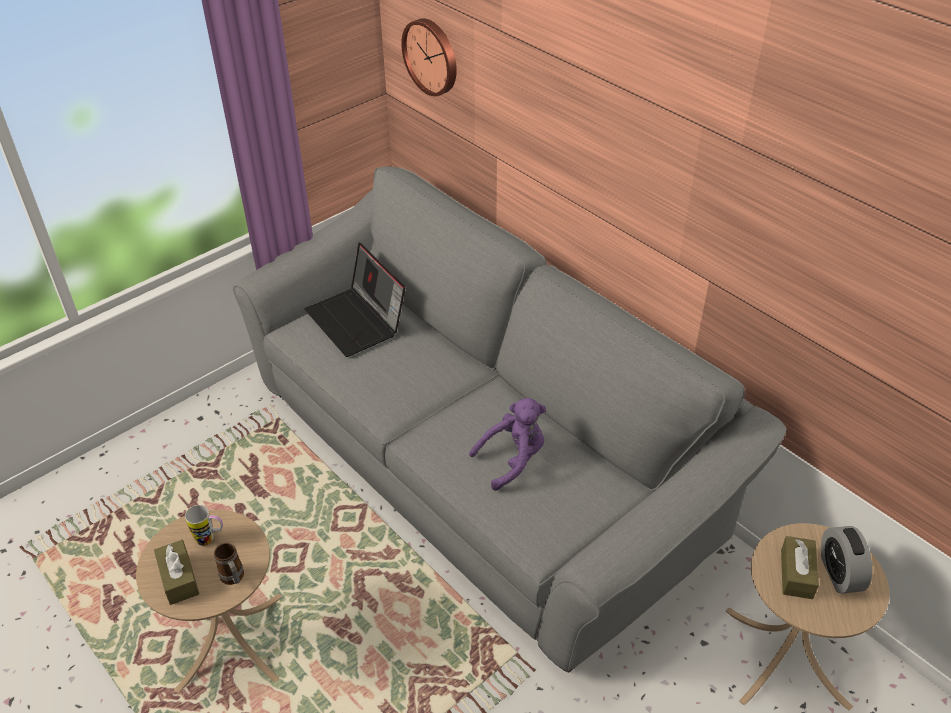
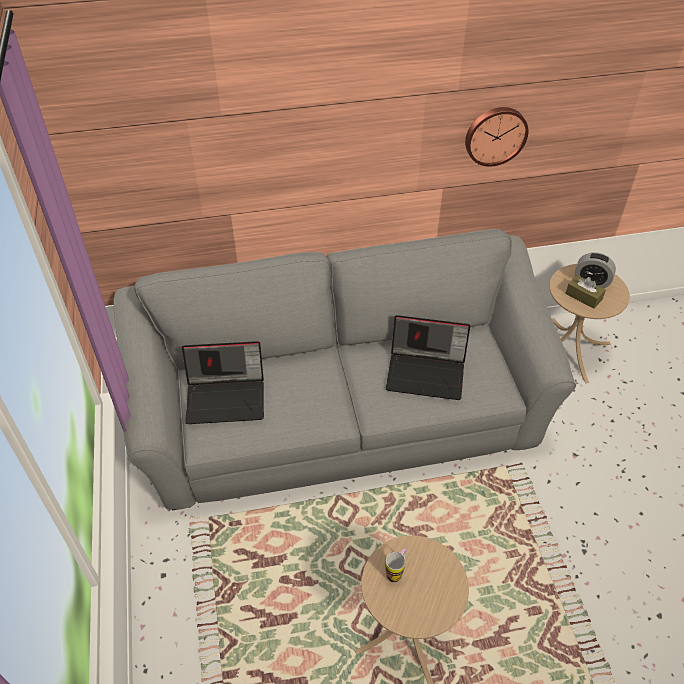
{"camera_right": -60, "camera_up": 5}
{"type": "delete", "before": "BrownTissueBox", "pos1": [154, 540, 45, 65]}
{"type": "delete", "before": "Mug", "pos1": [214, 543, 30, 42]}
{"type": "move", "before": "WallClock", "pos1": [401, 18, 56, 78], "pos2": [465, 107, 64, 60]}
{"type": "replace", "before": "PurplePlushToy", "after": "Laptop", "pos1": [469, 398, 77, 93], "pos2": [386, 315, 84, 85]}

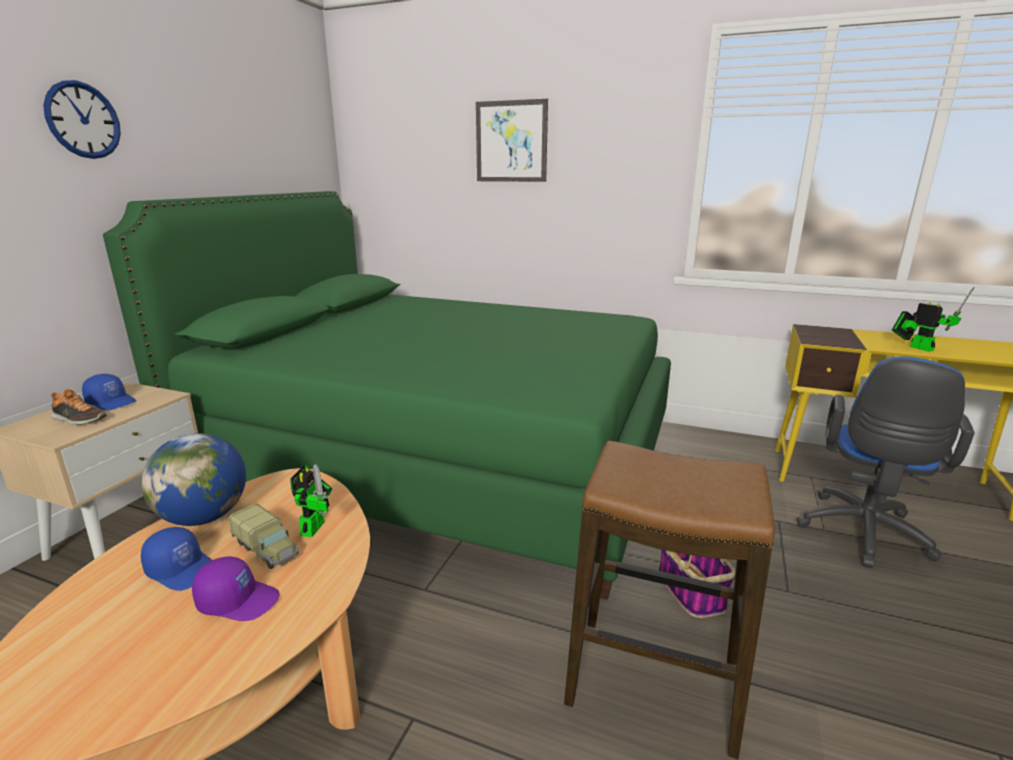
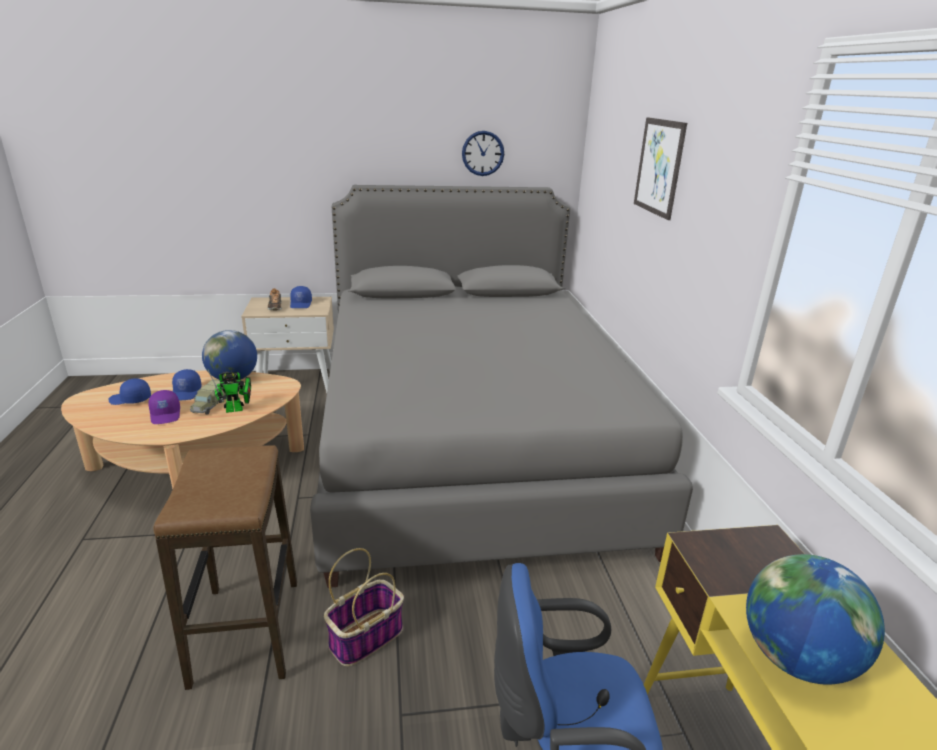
{"camera_right": 60, "camera_up": 5}
{"type": "move", "before": "WallClock", "pos1": [43, 80, 78, 79], "pos2": [462, 131, 42, 45]}
{"type": "recolor", "before": "GreenBed", "after": "GreyBed", "pos1": [103, 191, 568, 409], "pos2": [310, 185, 383, 403]}
{"type": "replace", "before": "ToyRobot", "after": "Globe", "pos1": [892, 287, 82, 65], "pos2": [746, 554, 139, 130]}
{"type": "insert", "after": "BlueCap", "pos2": [108, 378, 43, 27]}

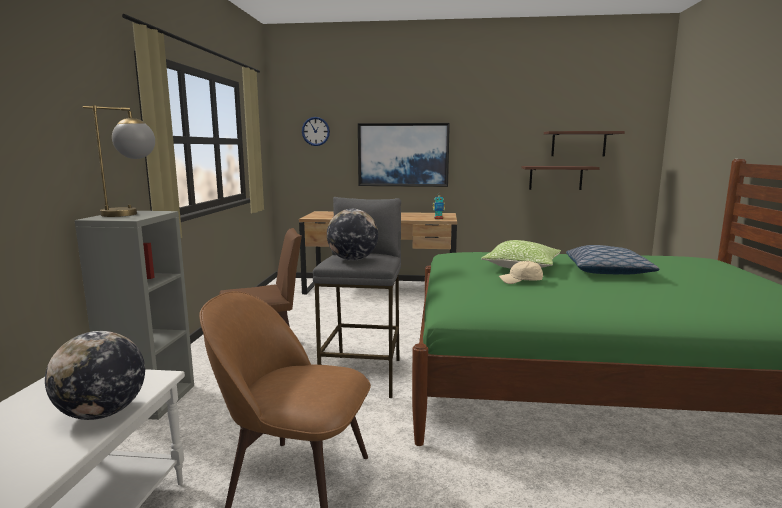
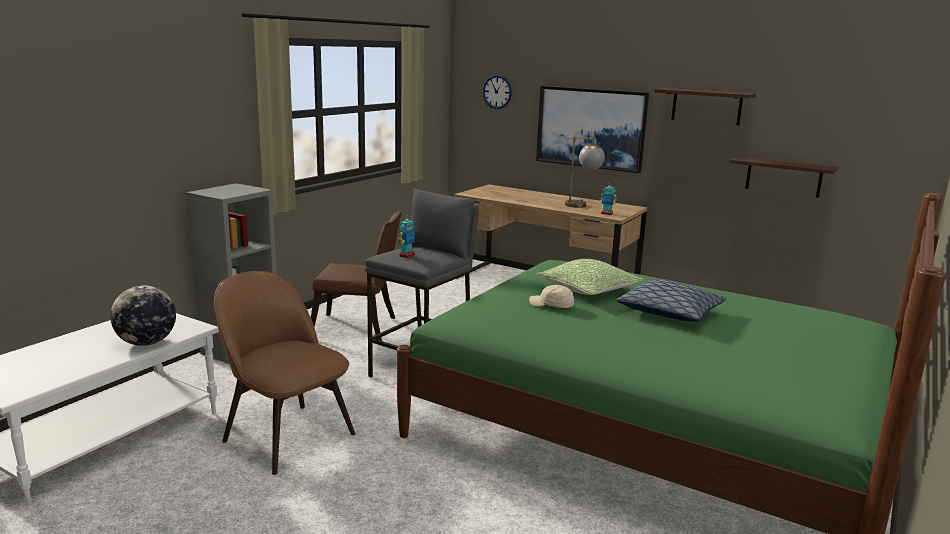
{"camera_right": 25, "camera_up": 5}
{"type": "move", "before": "TableLamp", "pos1": [82, 105, 73, 112], "pos2": [565, 137, 40, 71]}
{"type": "replace", "before": "Globe", "after": "ToyRobot", "pos1": [327, 209, 51, 52], "pos2": [397, 217, 18, 41]}
{"type": "move", "before": "Shelf", "pos1": [544, 131, 81, 25], "pos2": [654, 88, 102, 37]}

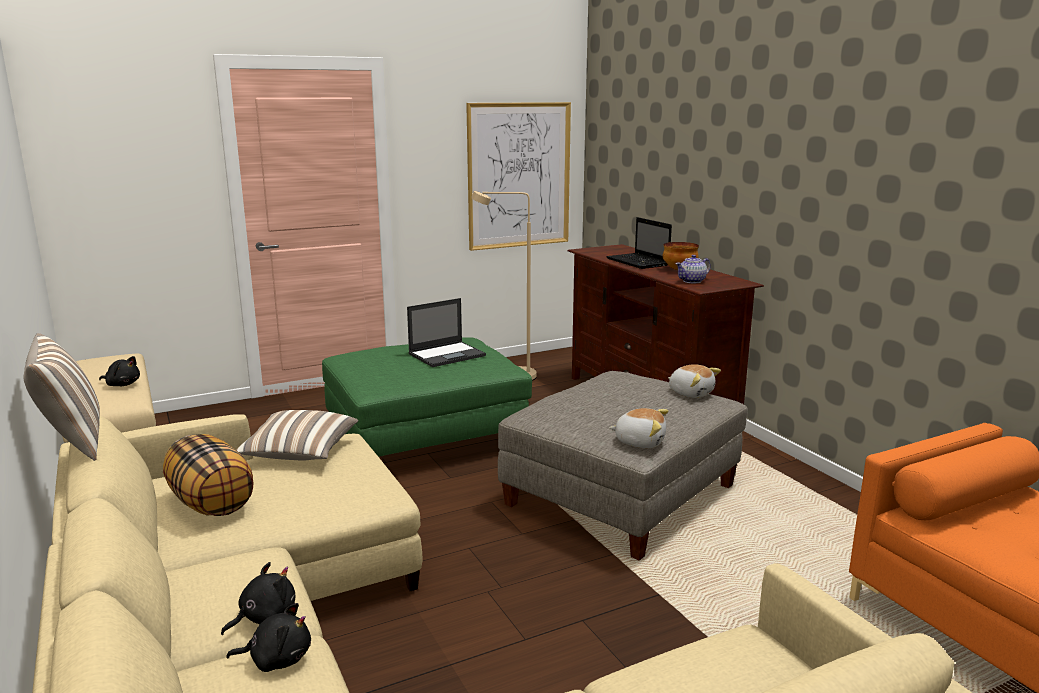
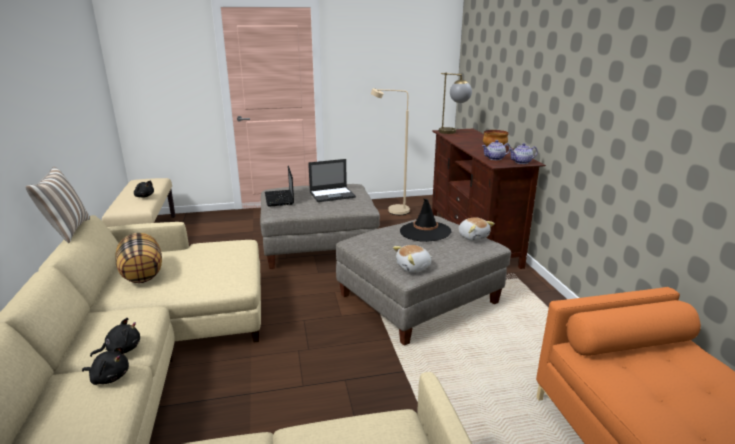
{"camera_right": 15, "camera_up": 5}
{"type": "delete", "before": "Pillow", "pos1": [236, 410, 122, 51]}
{"type": "recolor", "before": "GreenOttoman", "after": "GreyOttoman", "pos1": [322, 337, 210, 120], "pos2": [260, 184, 120, 85]}
{"type": "delete", "before": "Picture", "pos1": [466, 102, 105, 149]}
{"type": "move", "before": "Laptop", "pos1": [606, 217, 66, 52], "pos2": [265, 166, 29, 40]}
{"type": "rotate", "before": "PlushToy", "pos1": [609, 408, 60, 40], "pos2": [393, 245, 39, 28], "turn": 120}
{"type": "insert", "after": "BlackHat", "pos2": [400, 198, 51, 44]}
{"type": "insert", "after": "TableLamp", "pos2": [439, 73, 33, 61]}
{"type": "insert", "after": "Teapot", "pos2": [509, 143, 29, 21]}

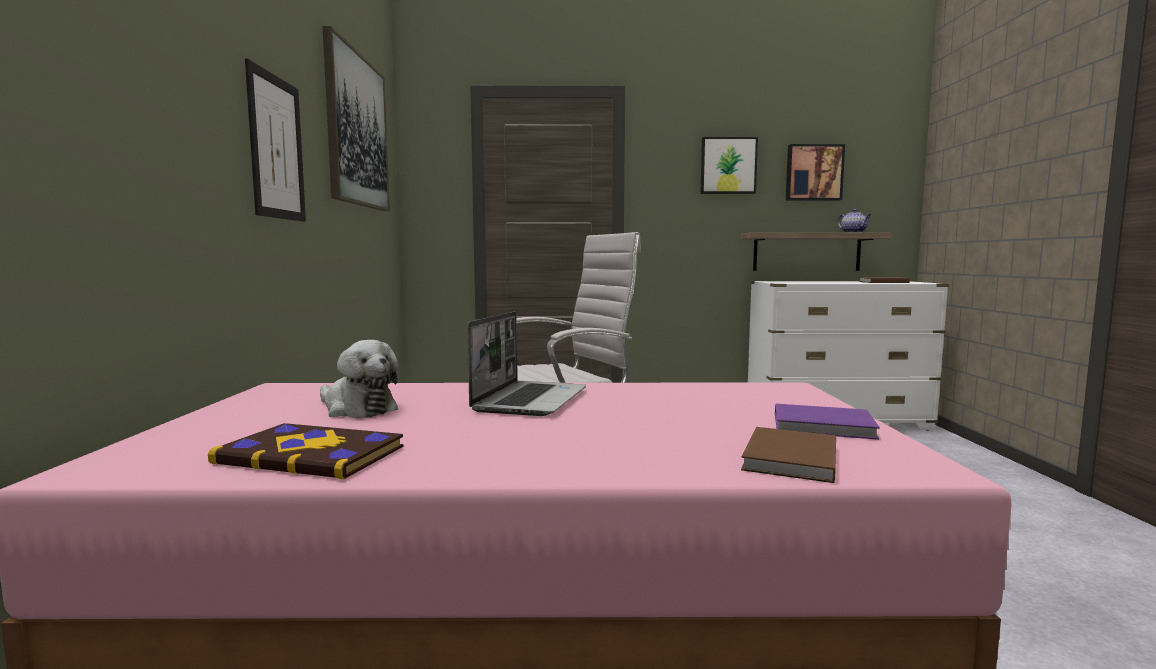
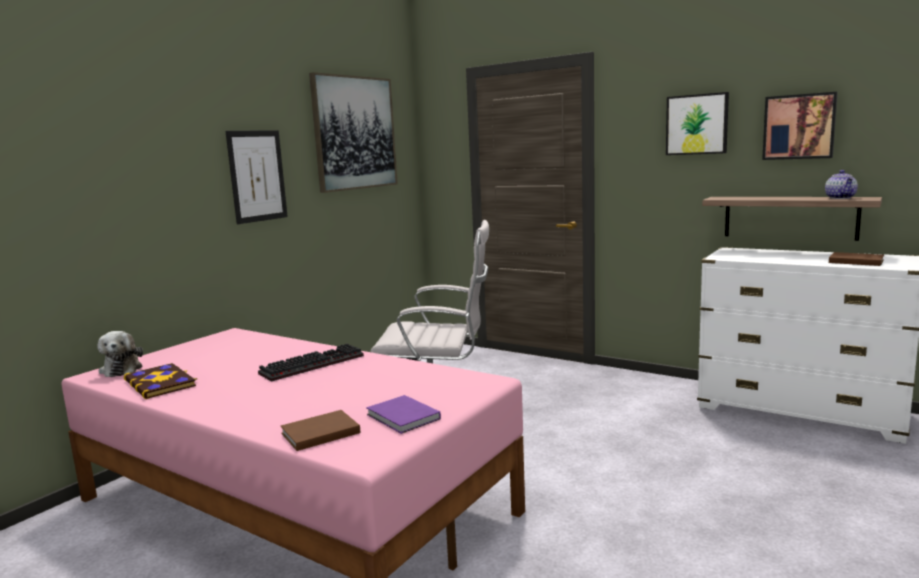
{"camera_right": 35, "camera_up": 5}
{"type": "move", "before": "PlushToy", "pos1": [320, 340, 78, 78], "pos2": [97, 331, 46, 46]}
{"type": "replace", "before": "Laptop", "after": "Keyboard", "pos1": [468, 311, 118, 105], "pos2": [258, 343, 106, 39]}

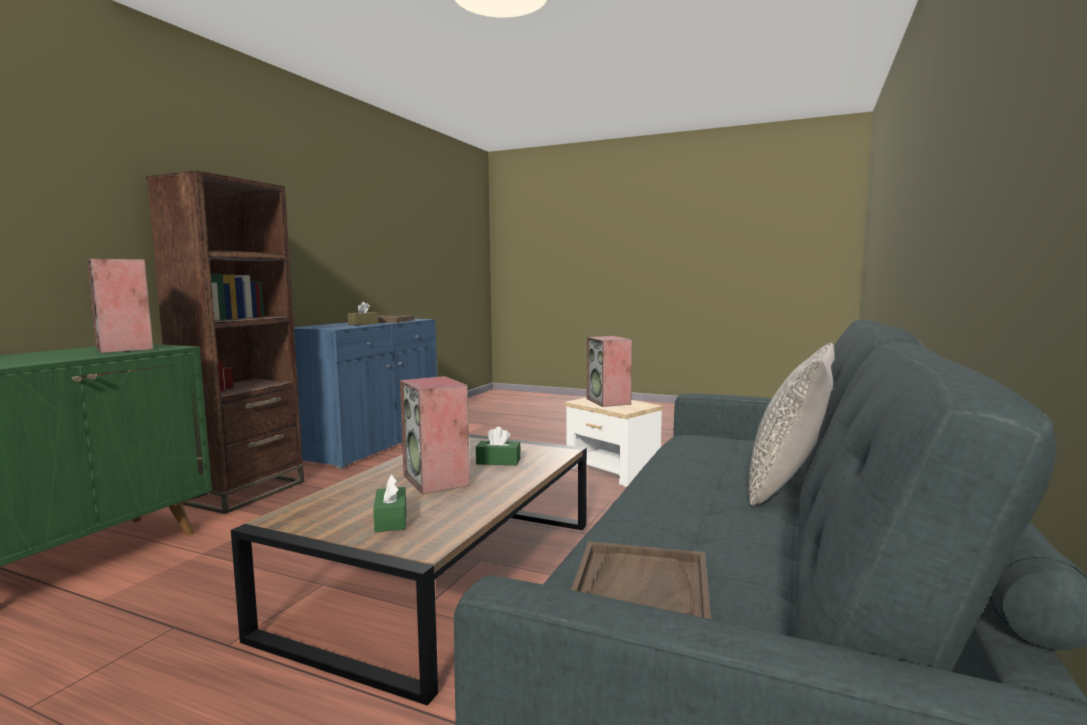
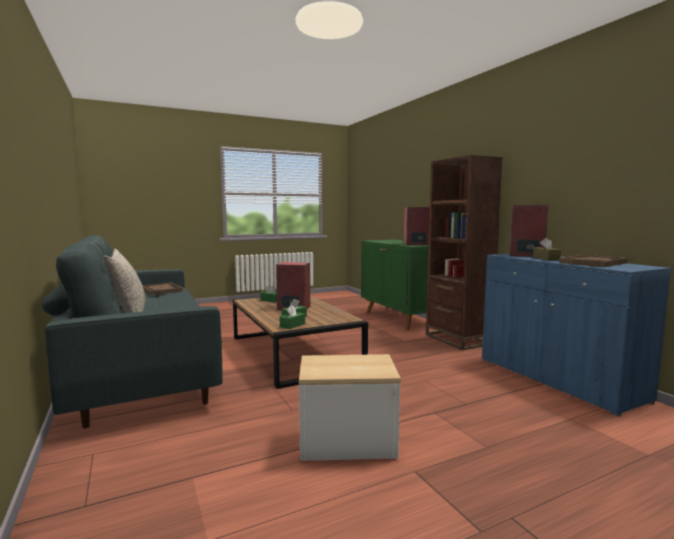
{"camera_right": 130, "camera_up": 0}
{"type": "move", "before": "Speaker", "pos1": [587, 336, 45, 71], "pos2": [509, 205, 39, 52]}
{"type": "insert", "after": "GreenTissueBox", "pos2": [280, 305, 25, 24]}

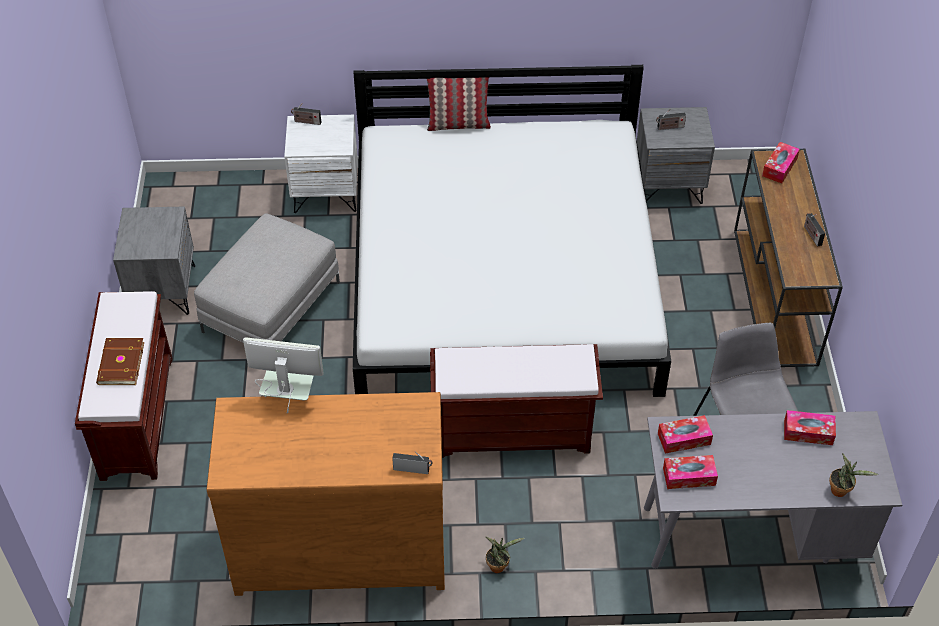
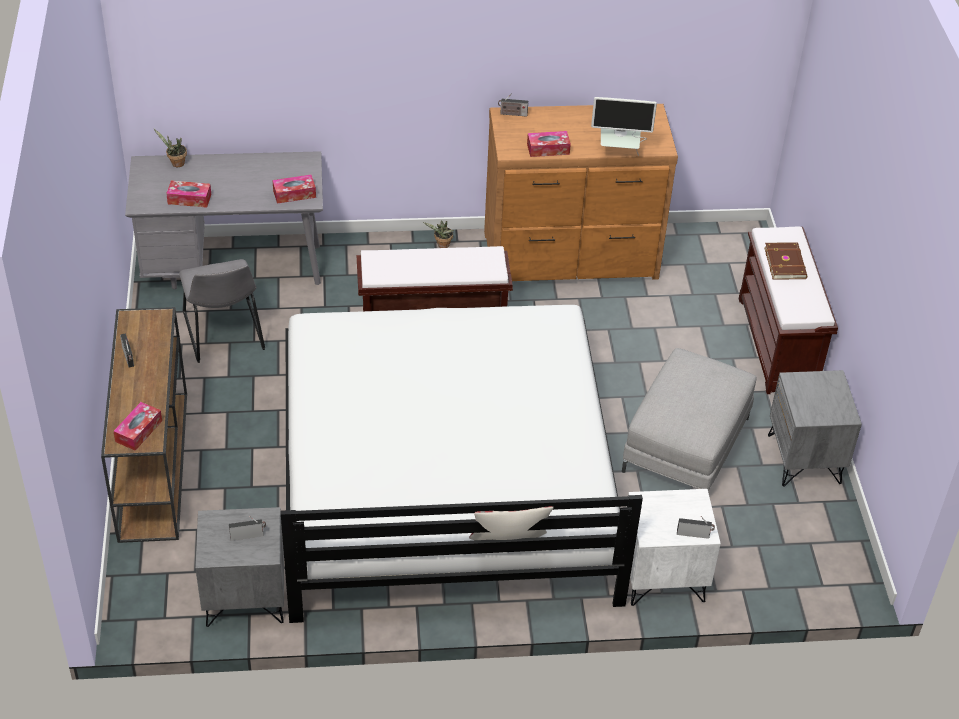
{"camera_right": 175, "camera_up": -5}
{"type": "move", "before": "TissueBox", "pos1": [663, 455, 55, 34], "pos2": [527, 131, 44, 26]}

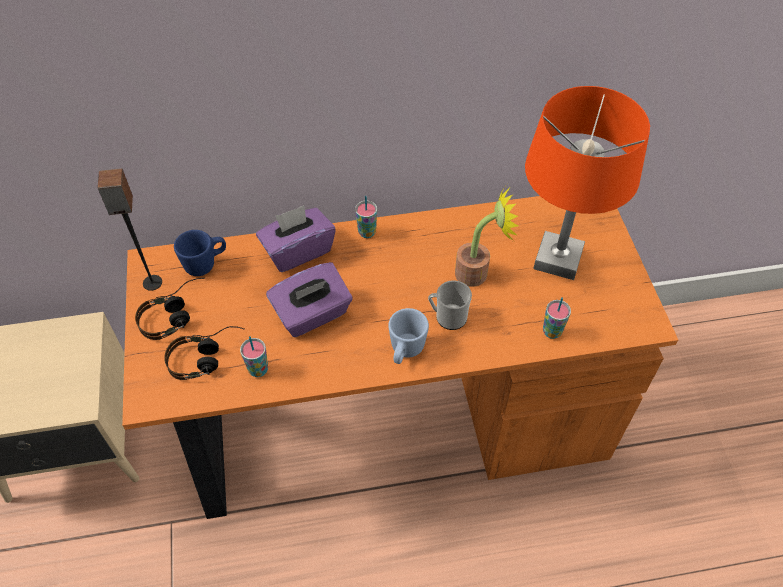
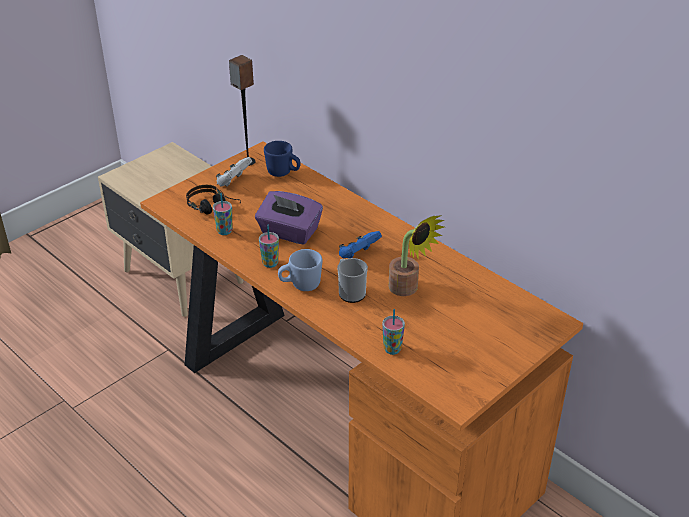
{"camera_right": 55, "camera_up": -15}
{"type": "replace", "before": "Headphones", "after": "WhiteGameController", "pos1": [135, 278, 70, 62], "pos2": [216, 157, 36, 30]}
{"type": "delete", "before": "PurpleTissueBox", "pos1": [256, 205, 80, 67]}
{"type": "move", "before": "Cup", "pos1": [355, 196, 22, 42], "pos2": [259, 225, 20, 43]}
{"type": "delete", "before": "OrangeTableLamp", "pos1": [525, 86, 125, 194]}
{"type": "insert", "after": "BlueGameController", "pos2": [339, 231, 43, 28]}

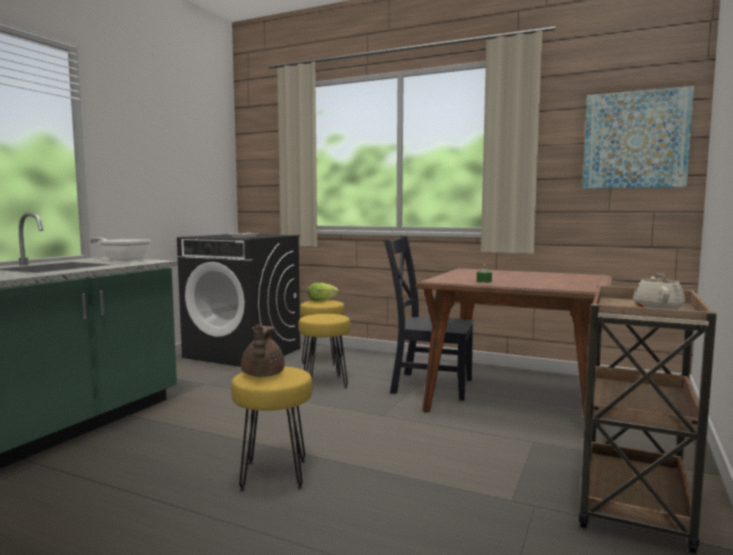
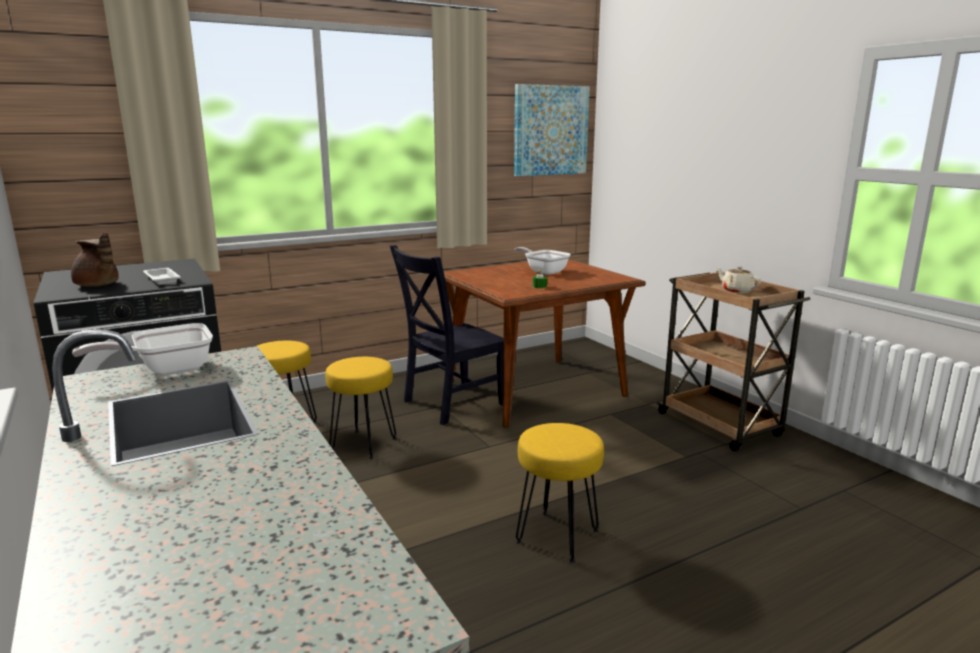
{"camera_right": -55, "camera_up": 10}
{"type": "move", "before": "BrownTeapot", "pos1": [241, 324, 44, 53], "pos2": [71, 232, 48, 55]}
{"type": "delete", "before": "Lettuce", "pos1": [308, 283, 31, 19]}
{"type": "insert", "after": "FryingPan", "pos2": [515, 247, 56, 28]}

